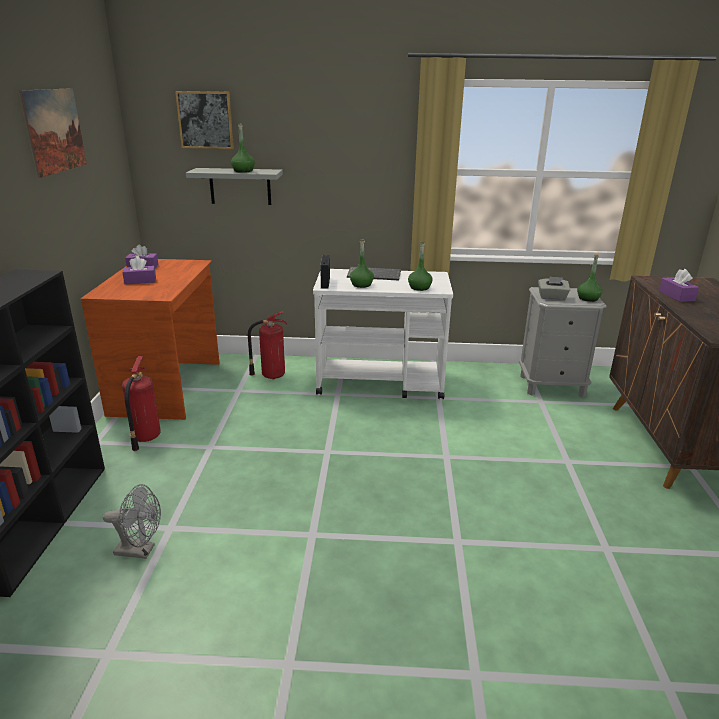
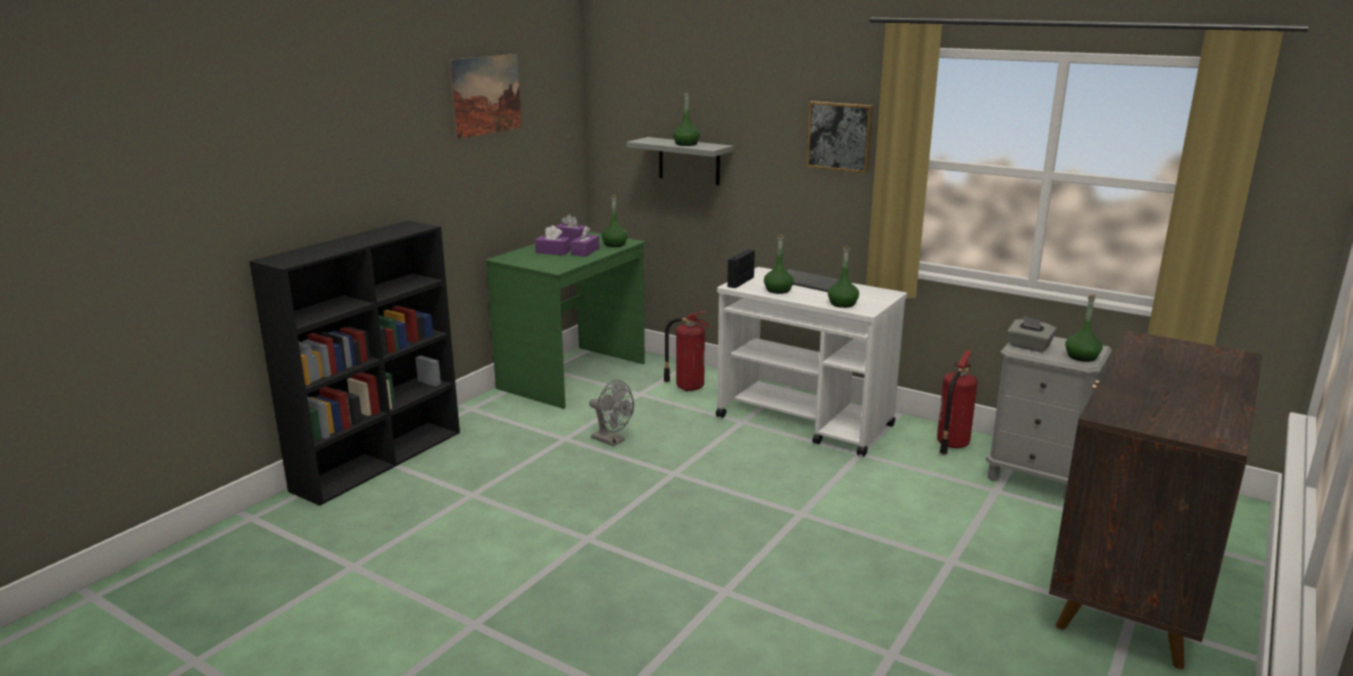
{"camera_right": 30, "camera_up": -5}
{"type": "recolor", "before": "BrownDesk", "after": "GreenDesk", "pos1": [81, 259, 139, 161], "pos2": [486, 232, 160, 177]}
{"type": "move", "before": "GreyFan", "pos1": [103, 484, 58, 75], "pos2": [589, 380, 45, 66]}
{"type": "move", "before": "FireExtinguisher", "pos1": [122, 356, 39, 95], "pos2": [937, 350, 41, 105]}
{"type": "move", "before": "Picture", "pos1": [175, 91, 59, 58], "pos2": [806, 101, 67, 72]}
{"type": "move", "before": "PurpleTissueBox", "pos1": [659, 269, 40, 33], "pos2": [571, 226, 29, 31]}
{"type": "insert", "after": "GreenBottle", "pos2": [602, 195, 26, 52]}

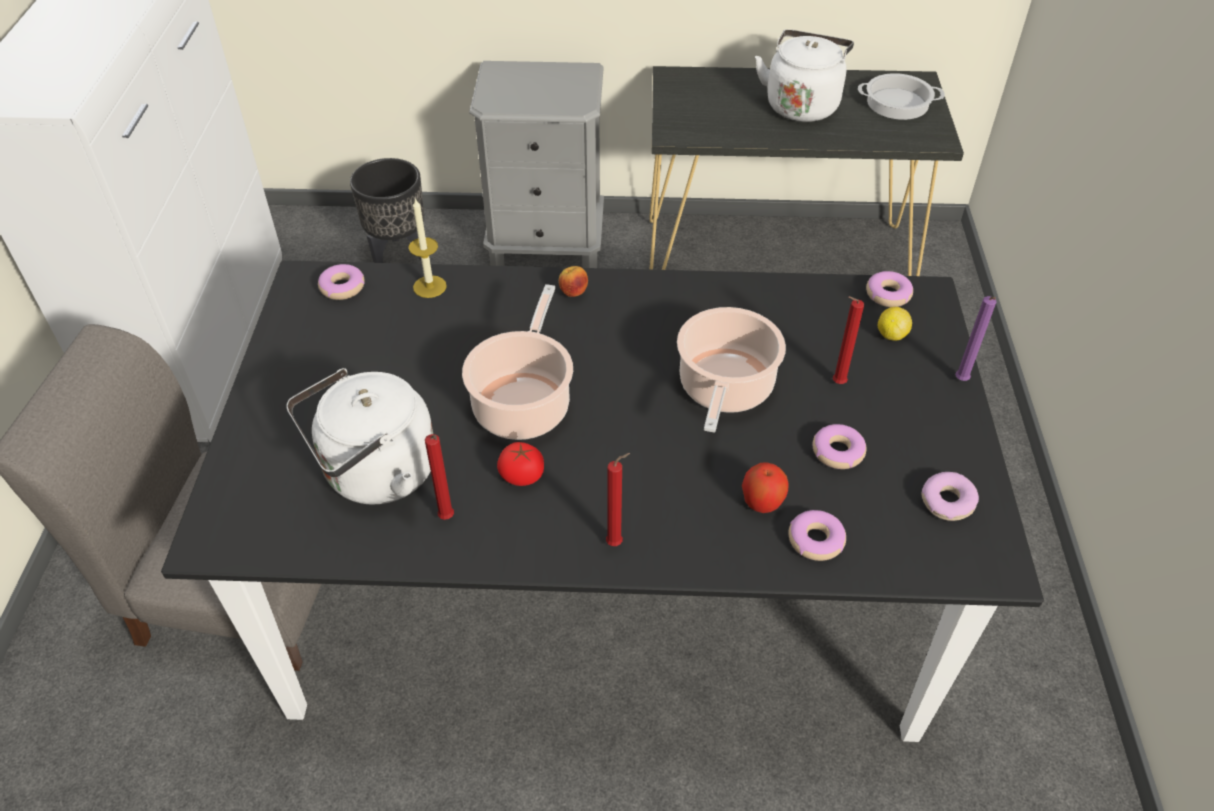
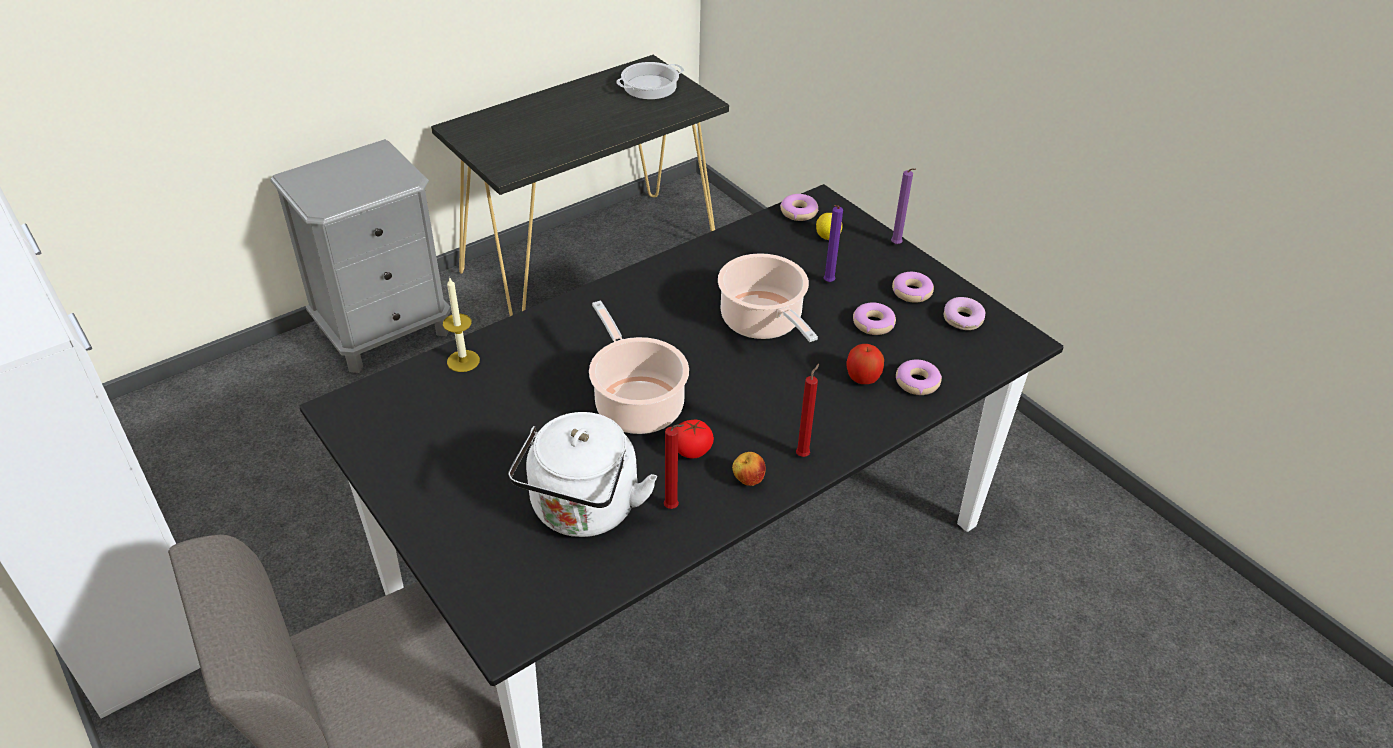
{"camera_right": -40, "camera_up": -5}
{"type": "move", "before": "Donut", "pos1": [318, 264, 47, 36], "pos2": [892, 272, 42, 31]}
{"type": "delete", "before": "BlackPlanter", "pos1": [350, 158, 75, 105]}
{"type": "move", "before": "Apple", "pos1": [559, 266, 29, 31], "pos2": [732, 452, 34, 34]}
{"type": "delete", "before": "WhiteKettle", "pos1": [755, 29, 99, 93]}
{"type": "recolor", "before": "RedCandle", "after": "PurpleCandle", "pos1": [833, 296, 31, 88], "pos2": [823, 205, 20, 77]}

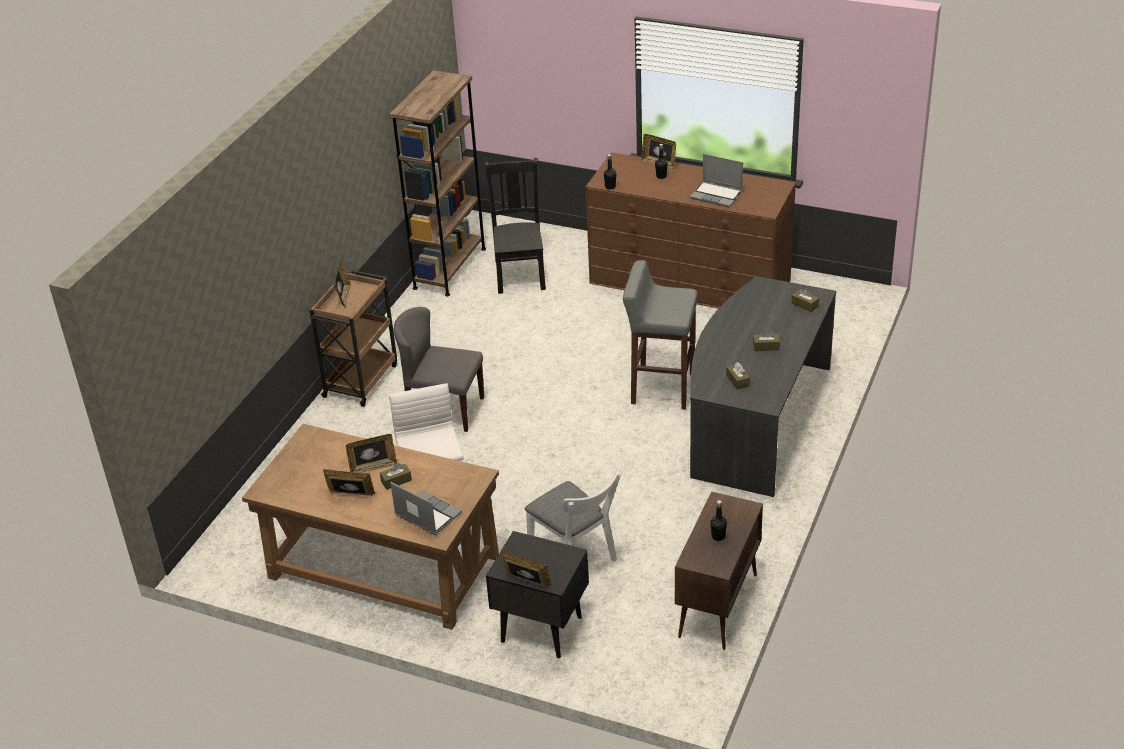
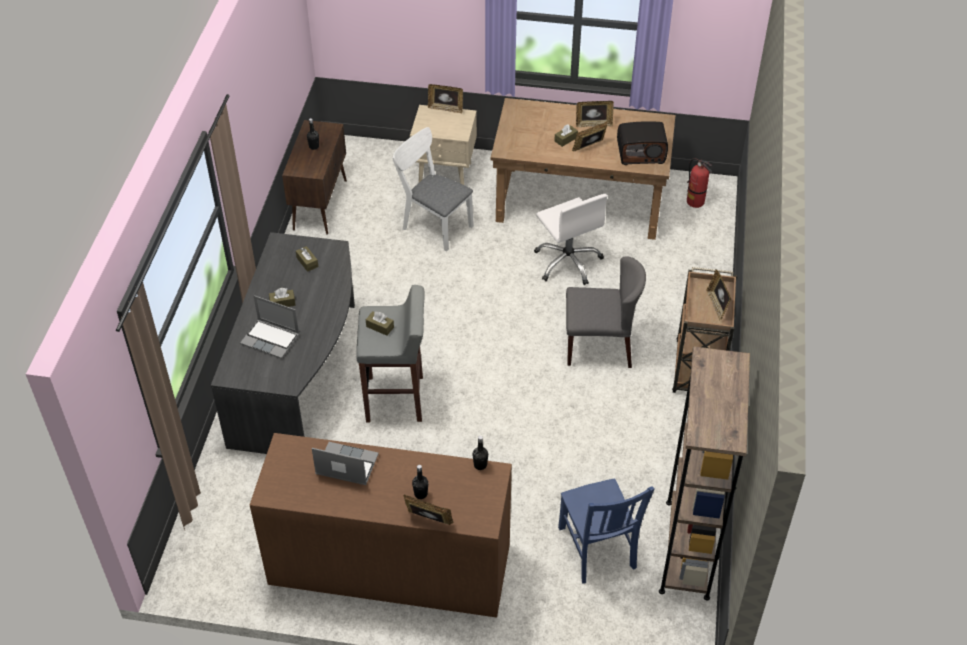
{"camera_right": 165, "camera_up": 10}
{"type": "move", "before": "Laptop", "pos1": [391, 482, 71, 53], "pos2": [240, 295, 59, 64]}
{"type": "recolor", "before": "BlackChair", "after": "BlueChair", "pos1": [485, 158, 61, 136], "pos2": [558, 478, 97, 105]}
{"type": "recolor", "before": "BlackNightstand", "after": "BeigeNightstand", "pos1": [486, 531, 103, 127], "pos2": [410, 105, 67, 80]}
{"type": "move", "before": "BrownTissueBox", "pos1": [791, 288, 28, 24], "pos2": [366, 311, 28, 25]}
{"type": "insert", "after": "Radio", "pos2": [617, 121, 51, 44]}
{"type": "insert", "after": "FireExtinguisher", "pos2": [687, 158, 25, 50]}

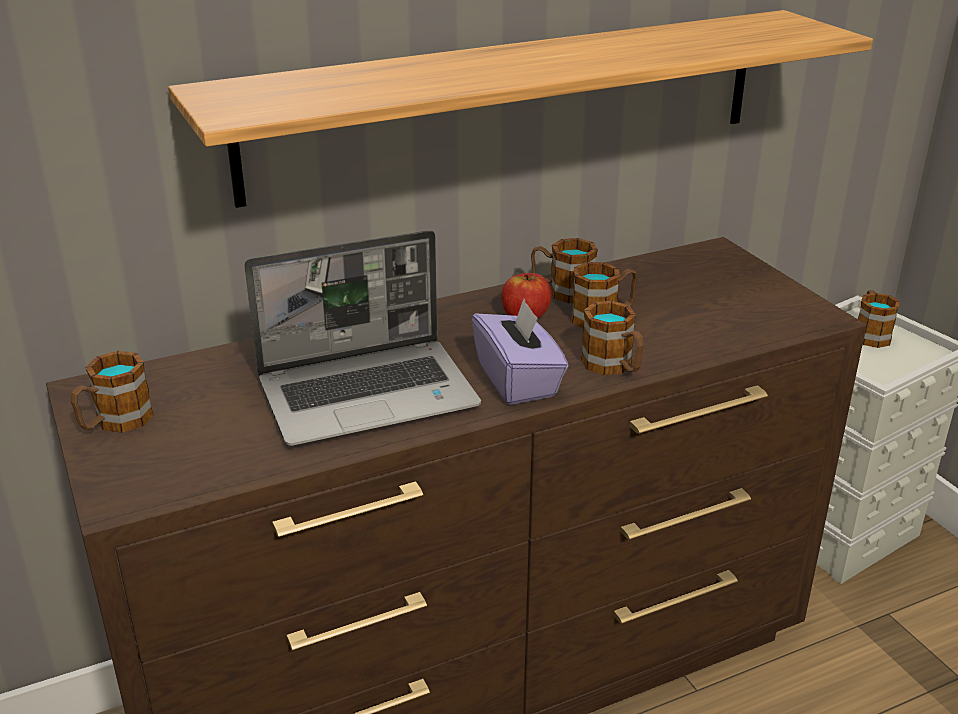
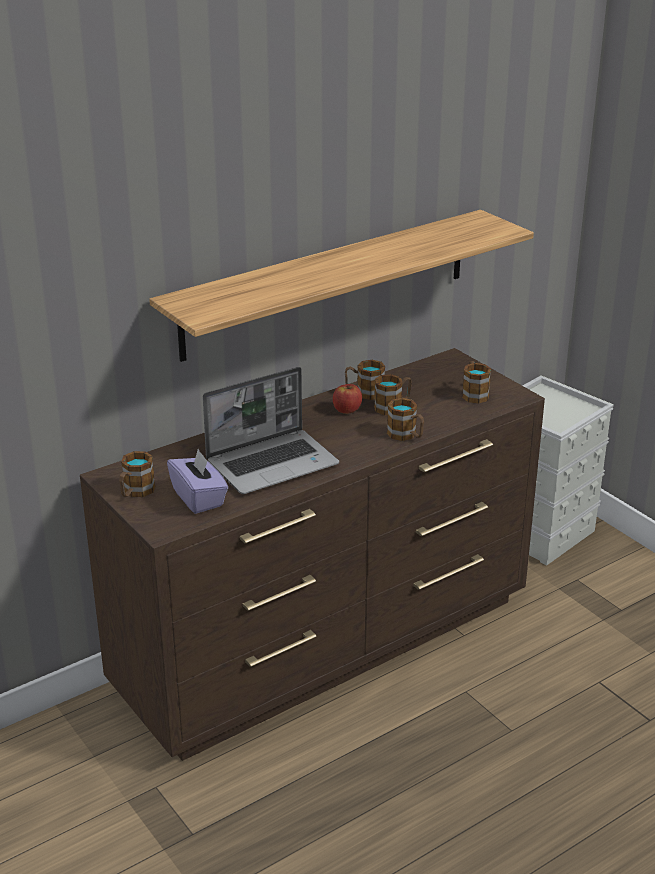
{"camera_right": -10, "camera_up": 0}
{"type": "move", "before": "PurpleTissueBox", "pos1": [472, 299, 96, 106], "pos2": [167, 449, 61, 65]}
{"type": "move", "before": "Mug", "pos1": [858, 290, 42, 58], "pos2": [462, 361, 29, 43]}

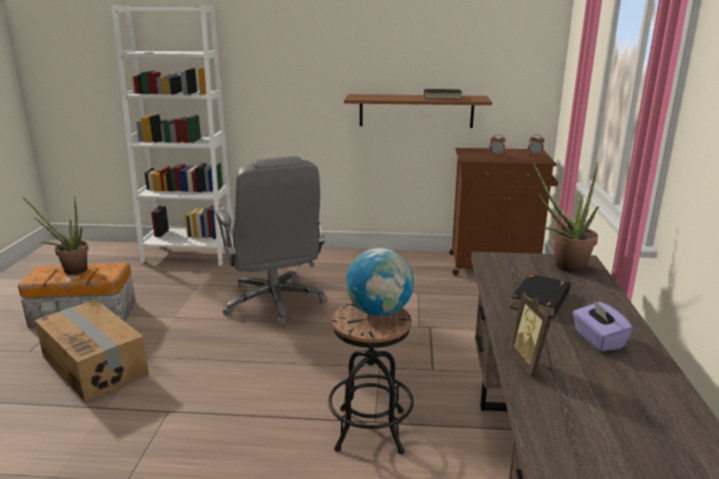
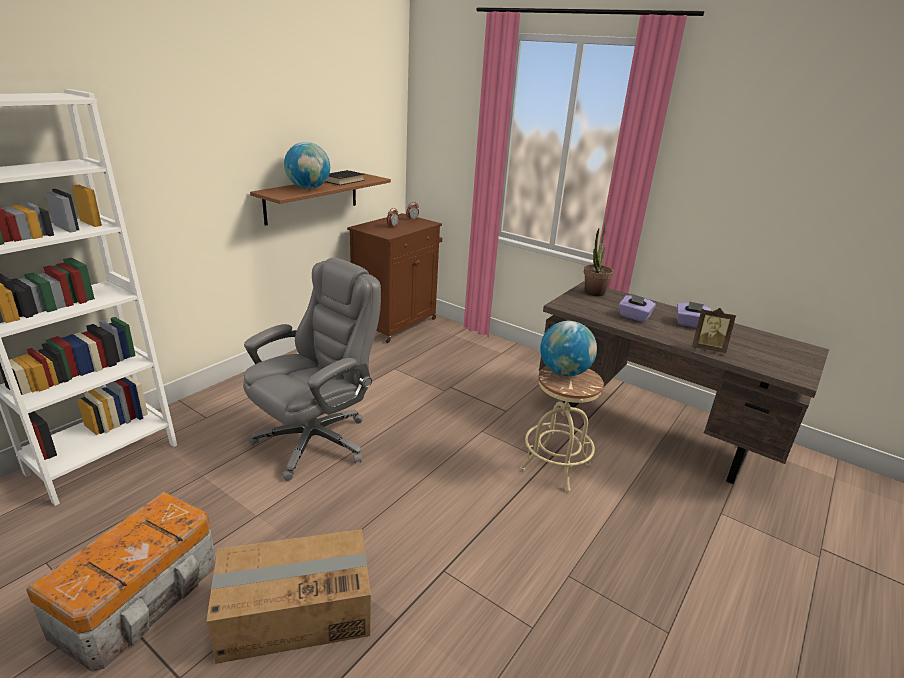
{"camera_right": -60, "camera_up": 5}
{"type": "delete", "before": "PottedPlant", "pos1": [22, 196, 67, 79]}
{"type": "rotate", "before": "GreyOfficeChair", "pos1": [215, 156, 113, 170], "pos2": [243, 258, 138, 223], "turn": -60}
{"type": "recolor", "before": "BlackStool", "after": "BeigeStool", "pos1": [328, 303, 86, 151], "pos2": [520, 366, 84, 126]}
{"type": "replace", "before": "BlackBook", "after": "PurpleTissueBox", "pos1": [510, 274, 60, 44], "pos2": [619, 294, 37, 28]}
{"type": "insert", "after": "Globe", "pos2": [284, 142, 46, 47]}

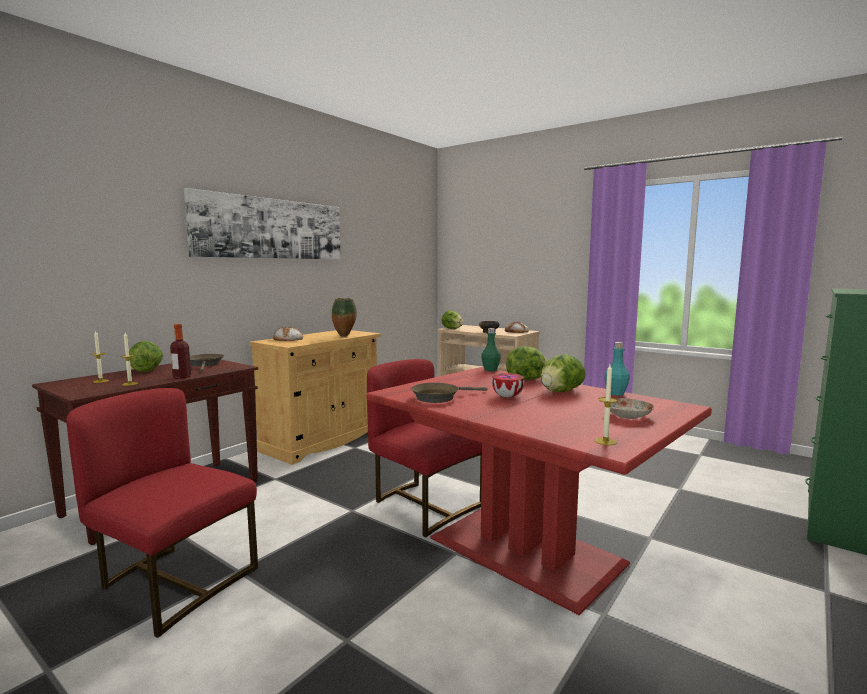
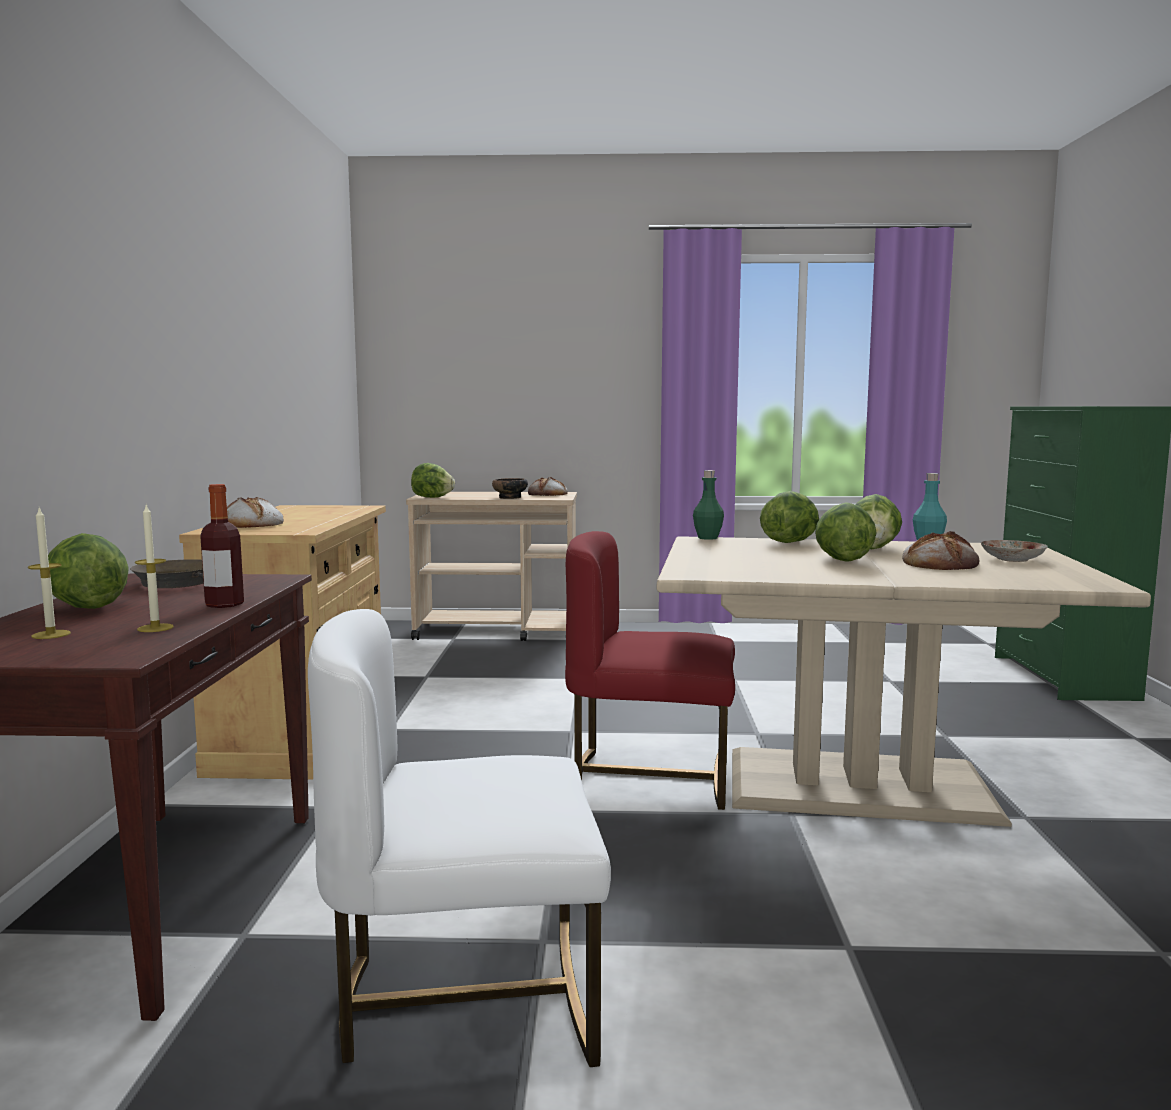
{"camera_right": -35, "camera_up": 0}
{"type": "recolor", "before": "RedChair", "after": "WhiteChair", "pos1": [66, 388, 192, 250], "pos2": [308, 609, 303, 458]}
{"type": "delete", "before": "Picture", "pos1": [184, 188, 157, 71]}
{"type": "delete", "before": "Vase", "pos1": [332, 298, 25, 39]}
{"type": "recolor", "before": "RedDiningTable", "after": "BeigeDiningTable", "pos1": [366, 367, 346, 249], "pos2": [657, 536, 494, 291]}
{"type": "delete", "before": "BrownFryingPan", "pos1": [411, 383, 76, 20]}
{"type": "replace", "before": "Bowl", "after": "Lettuce", "pos1": [492, 373, 32, 25], "pos2": [815, 502, 62, 60]}
{"type": "delete", "before": "Candle", "pos1": [595, 365, 23, 80]}
{"type": "insert", "after": "Bread", "pos2": [902, 531, 78, 39]}

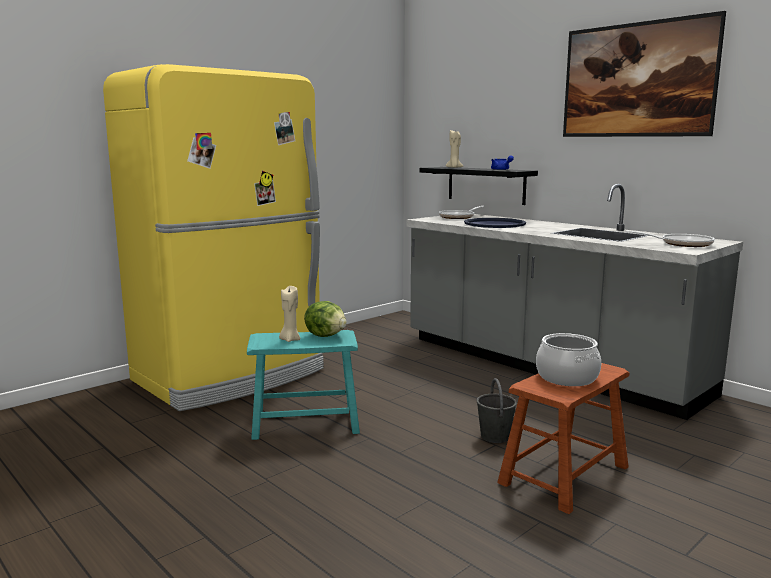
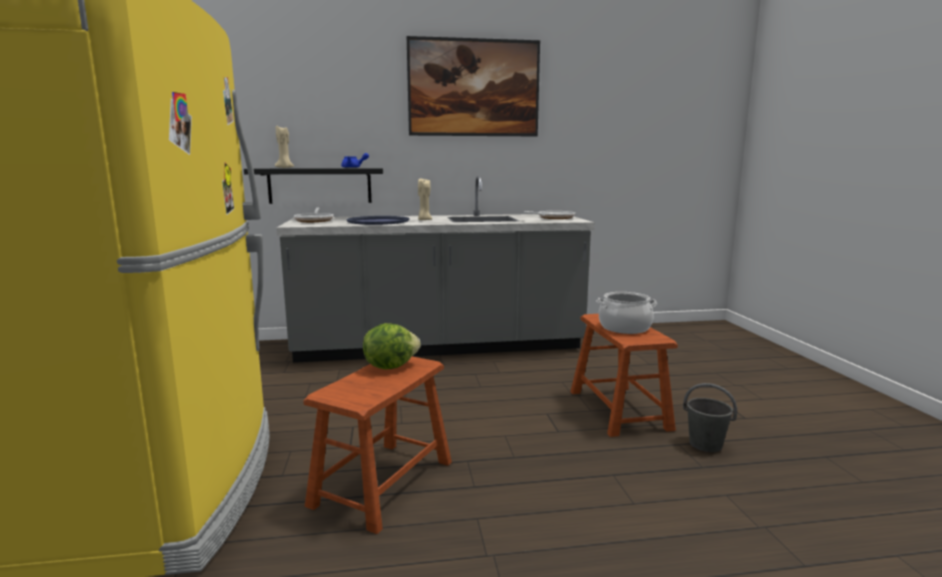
{"camera_right": -55, "camera_up": 0}
{"type": "recolor", "before": "TurquoiseStool", "after": "BrownStool", "pos1": [247, 330, 113, 110], "pos2": [303, 356, 149, 178]}
{"type": "move", "before": "BeigeCandle", "pos1": [279, 286, 21, 56], "pos2": [418, 179, 14, 41]}
{"type": "move", "before": "GreyBucket", "pos1": [476, 378, 41, 65], "pos2": [683, 383, 54, 69]}

